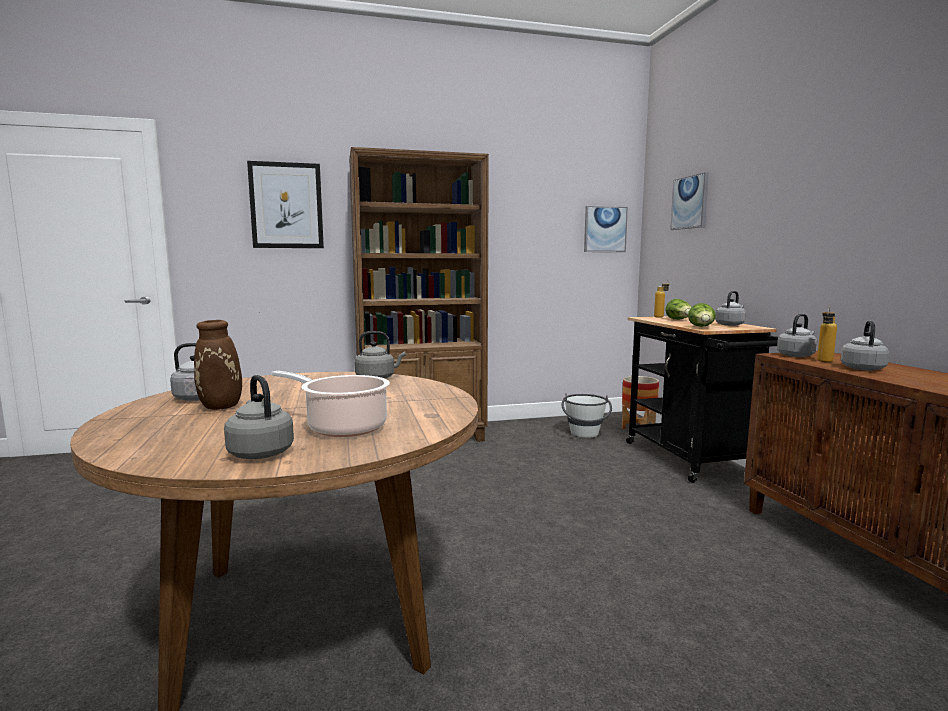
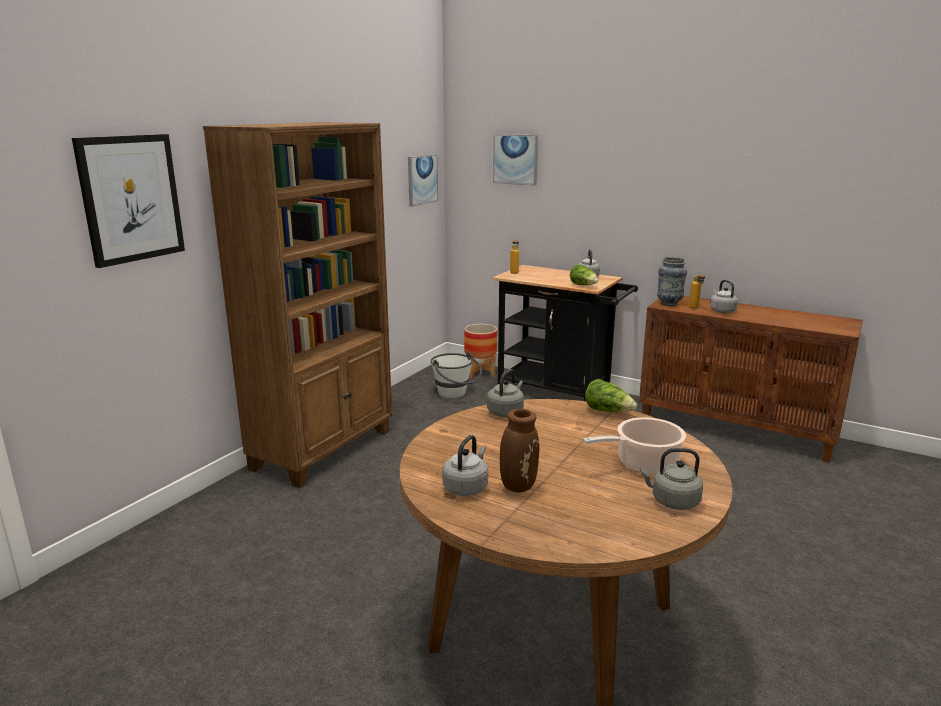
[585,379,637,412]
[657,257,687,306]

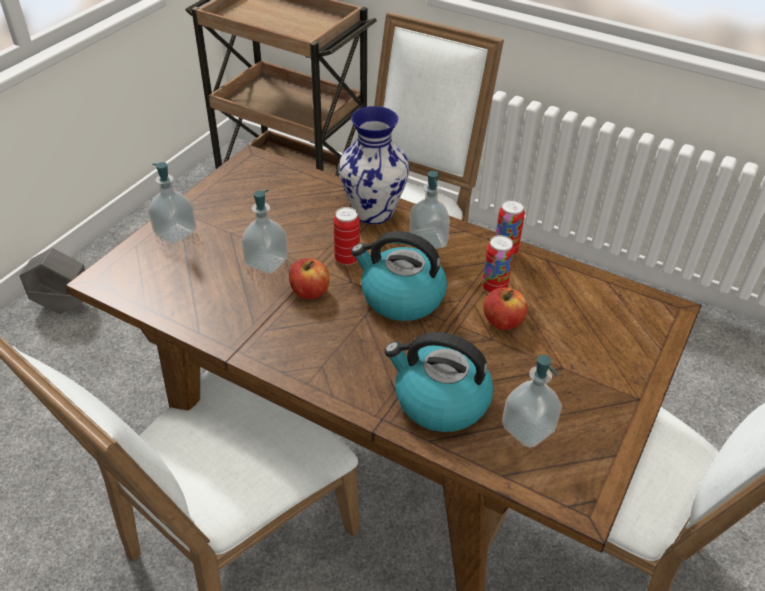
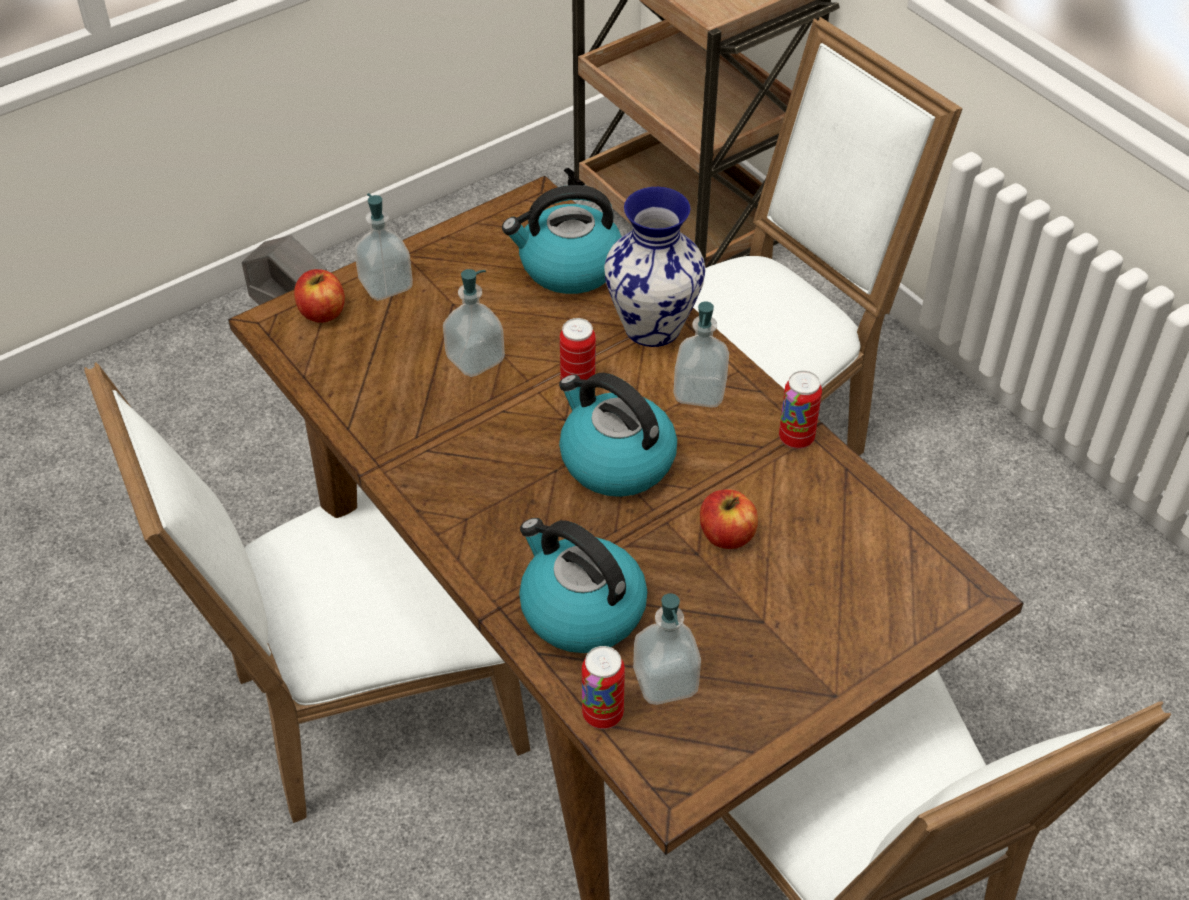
[502,185,622,294]
[294,269,345,323]
[582,646,625,729]

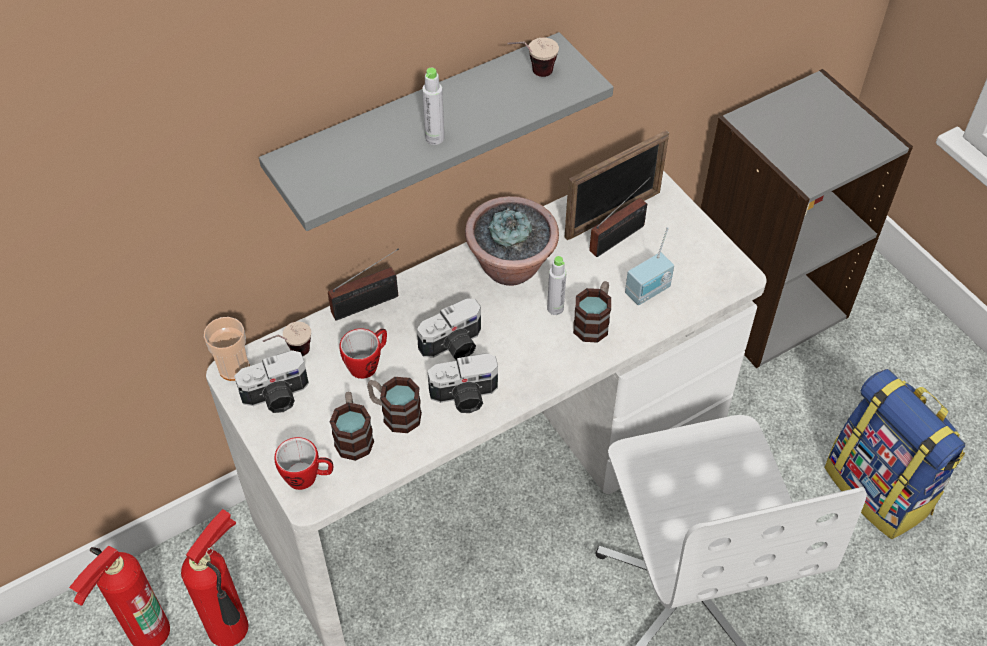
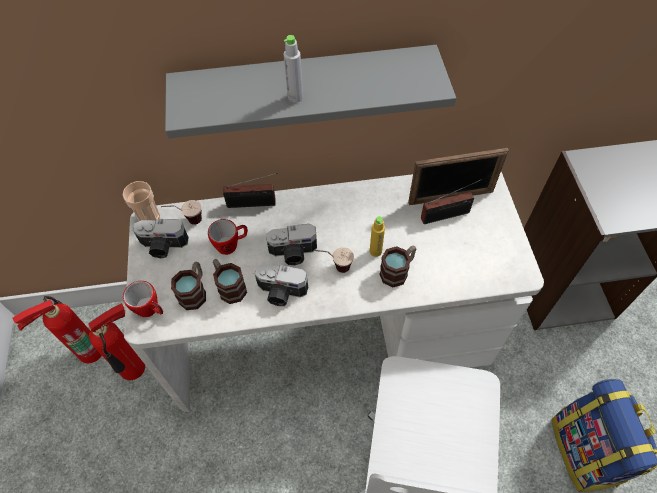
[465,196,559,286] (first image)
[625,227,674,305] (first image)
[314,247,354,273]
[370,216,385,257]

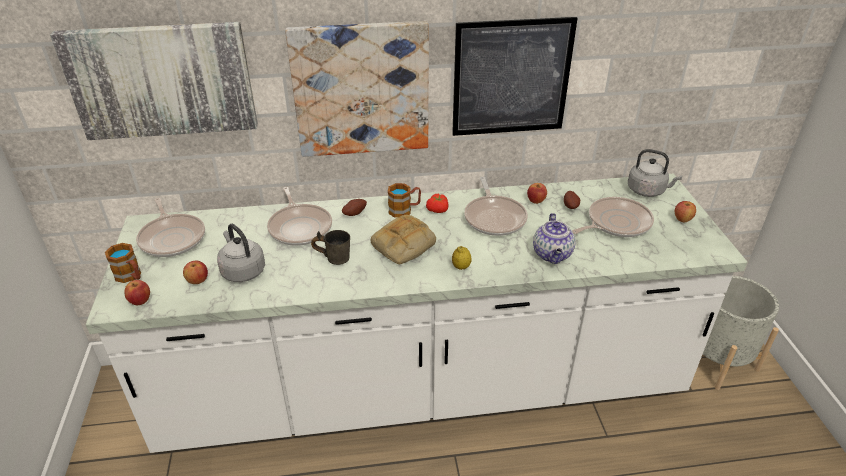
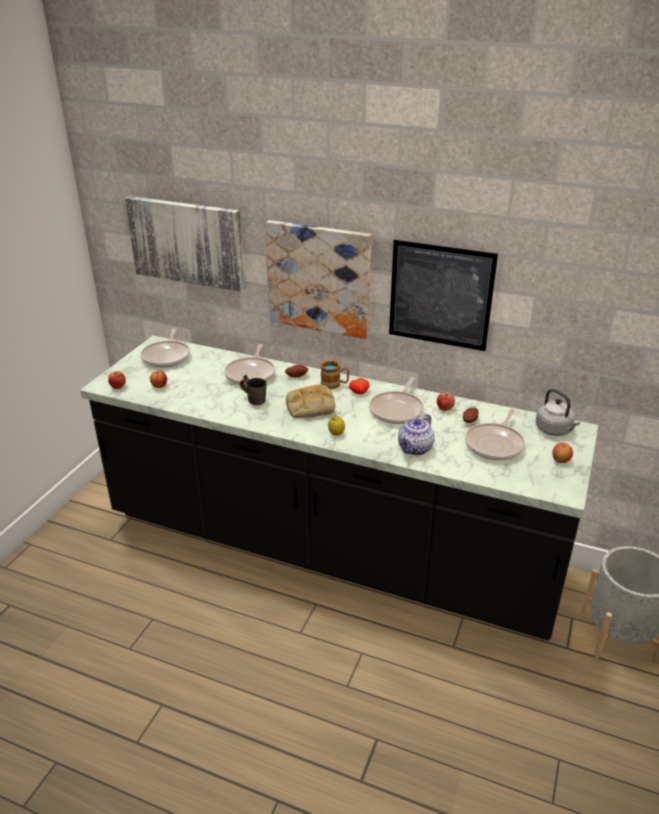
[105,243,141,283] (first image)
[217,224,265,282] (first image)
[80,336,598,641]
[465,409,525,460]

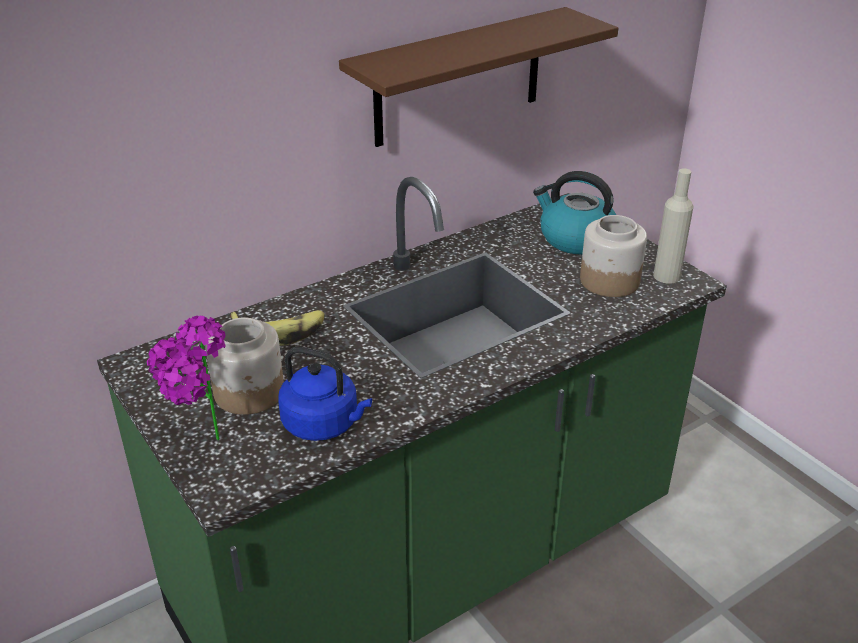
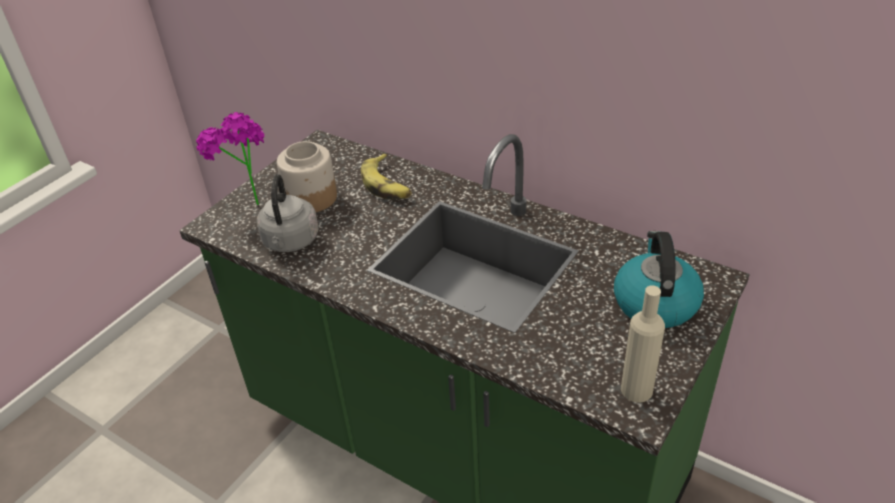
[339,7,618,147] (first image)
[580,215,647,297] (first image)
[257,174,319,252]

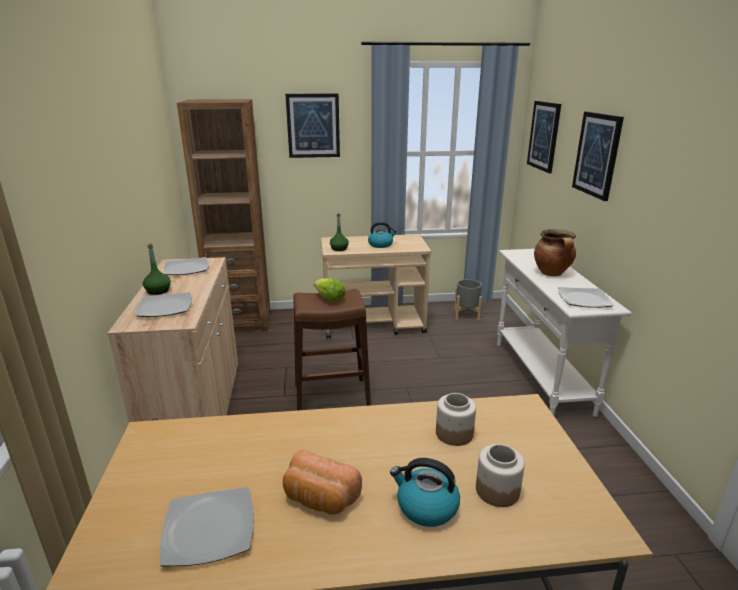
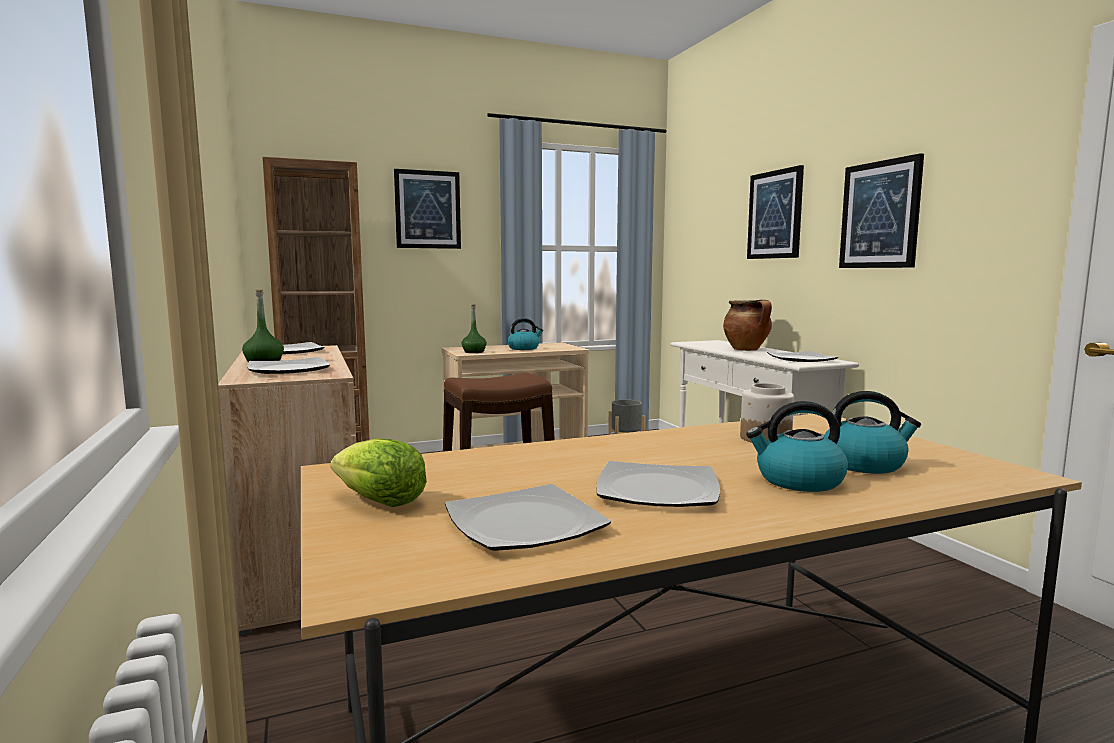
[331,438,427,507]
[839,153,924,268]
[596,461,720,507]
[824,391,921,474]

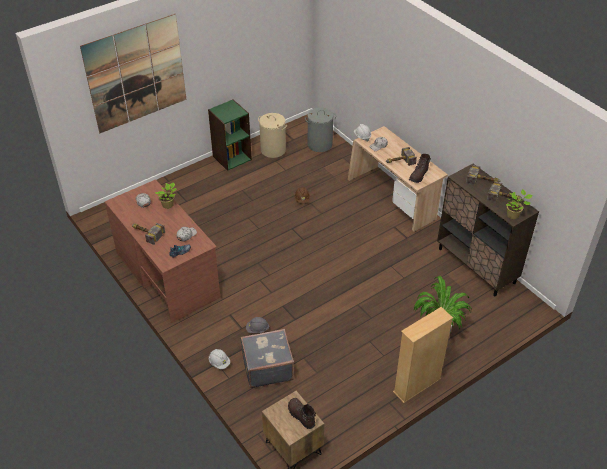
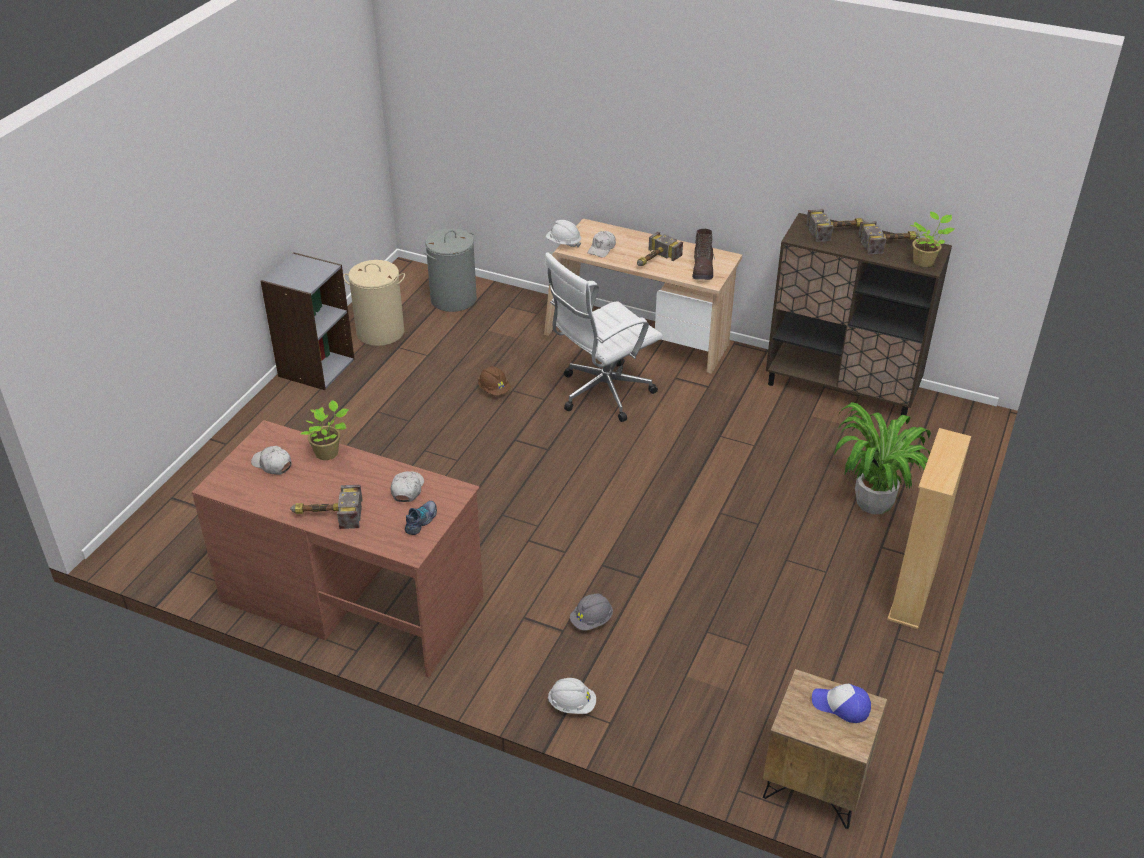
[80,14,186,133] (first image)
[240,329,294,388] (first image)
[544,252,663,422]
[812,684,871,723]
[260,252,355,390]

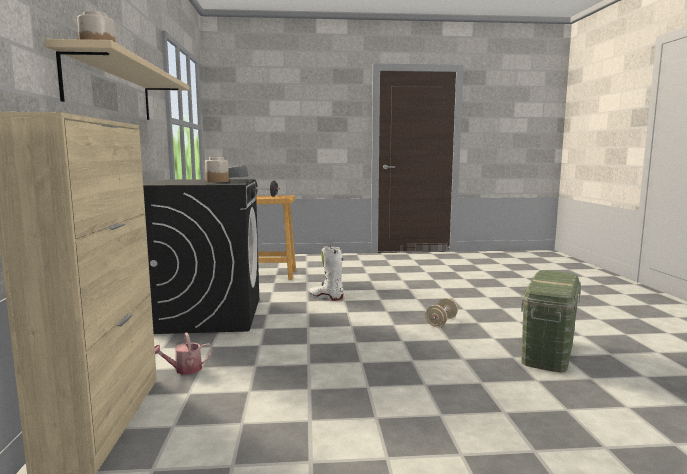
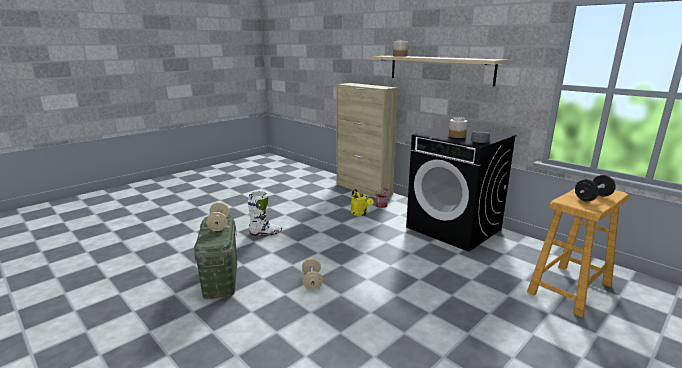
[206,202,229,231]
[351,189,374,216]
[248,191,282,235]

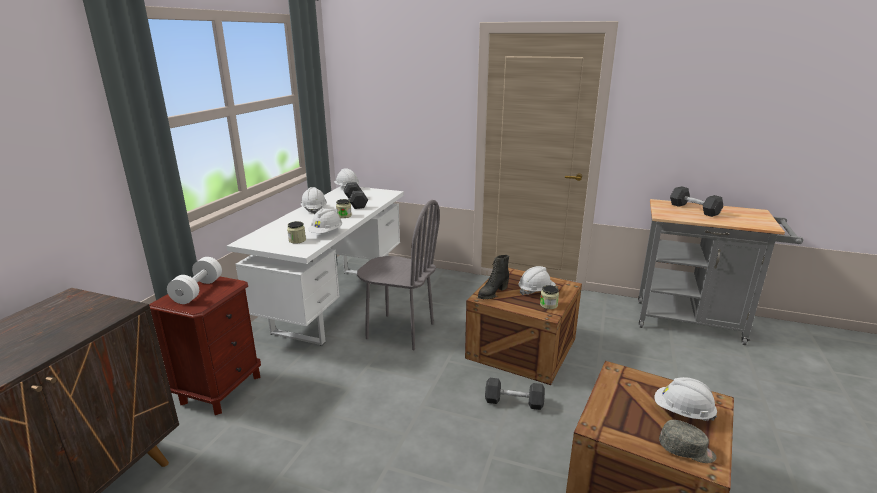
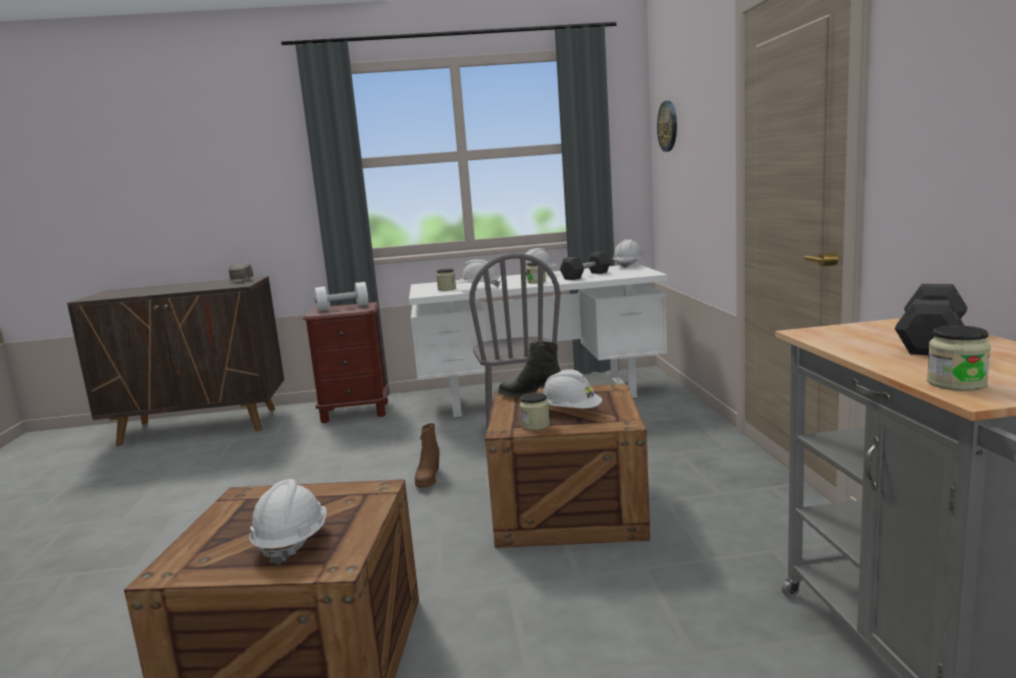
[485,378,545,410] (first image)
[415,423,440,488]
[657,101,677,152]
[927,326,991,391]
[229,263,254,283]

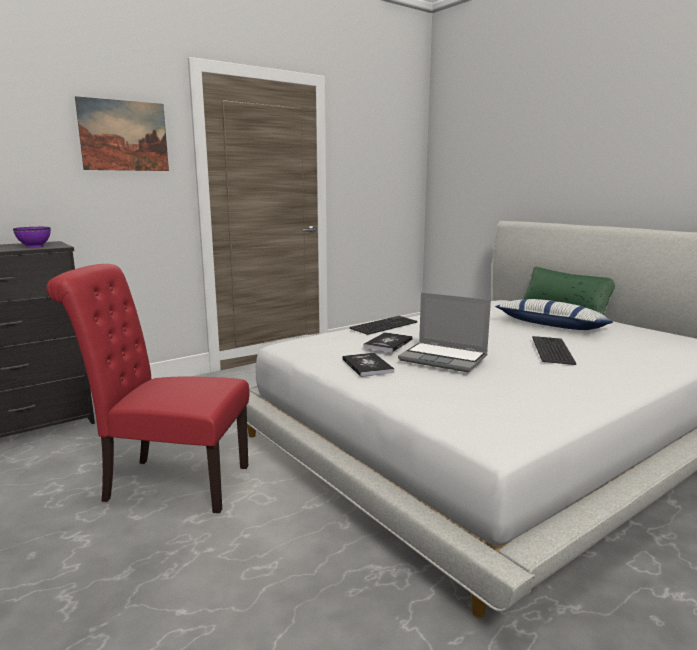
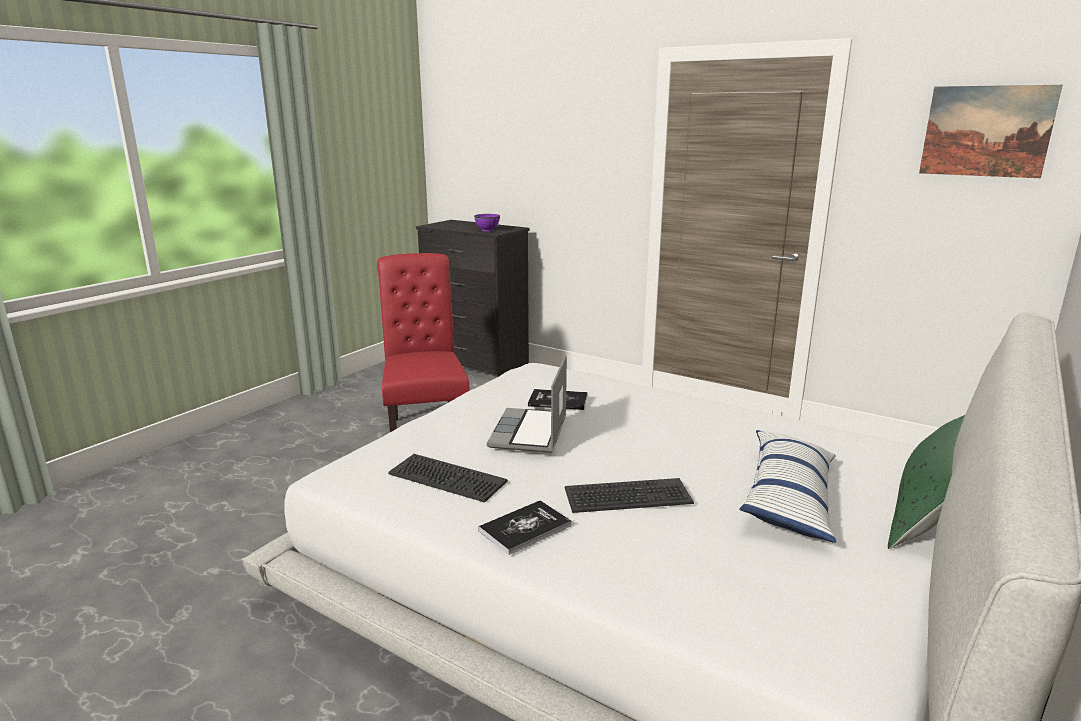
[919,85,1063,178]
[478,500,571,555]
[388,454,508,502]

